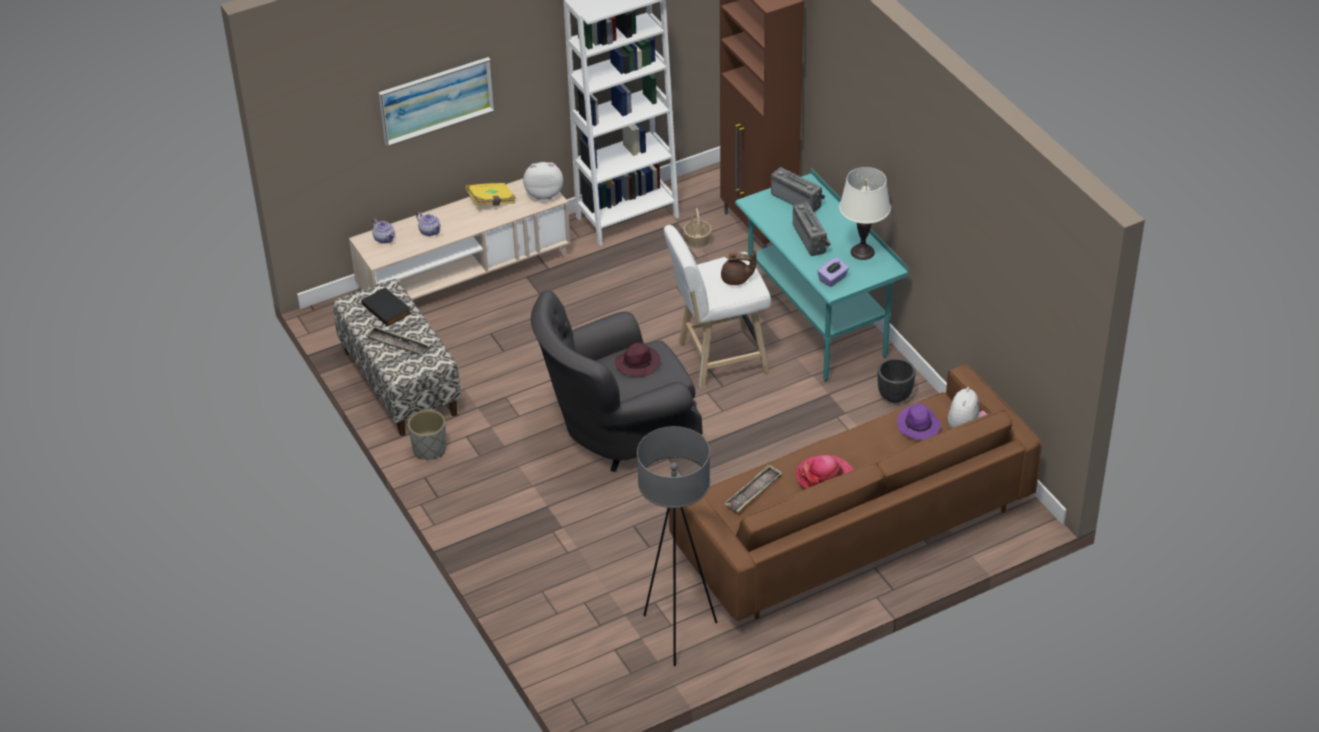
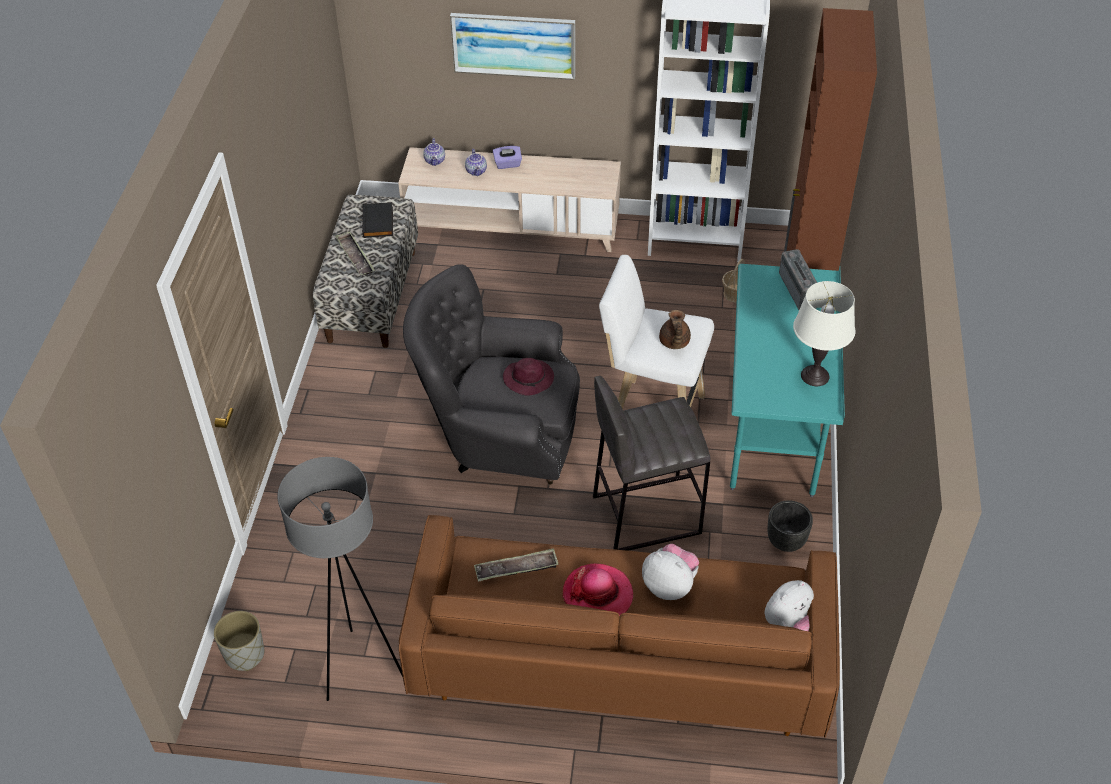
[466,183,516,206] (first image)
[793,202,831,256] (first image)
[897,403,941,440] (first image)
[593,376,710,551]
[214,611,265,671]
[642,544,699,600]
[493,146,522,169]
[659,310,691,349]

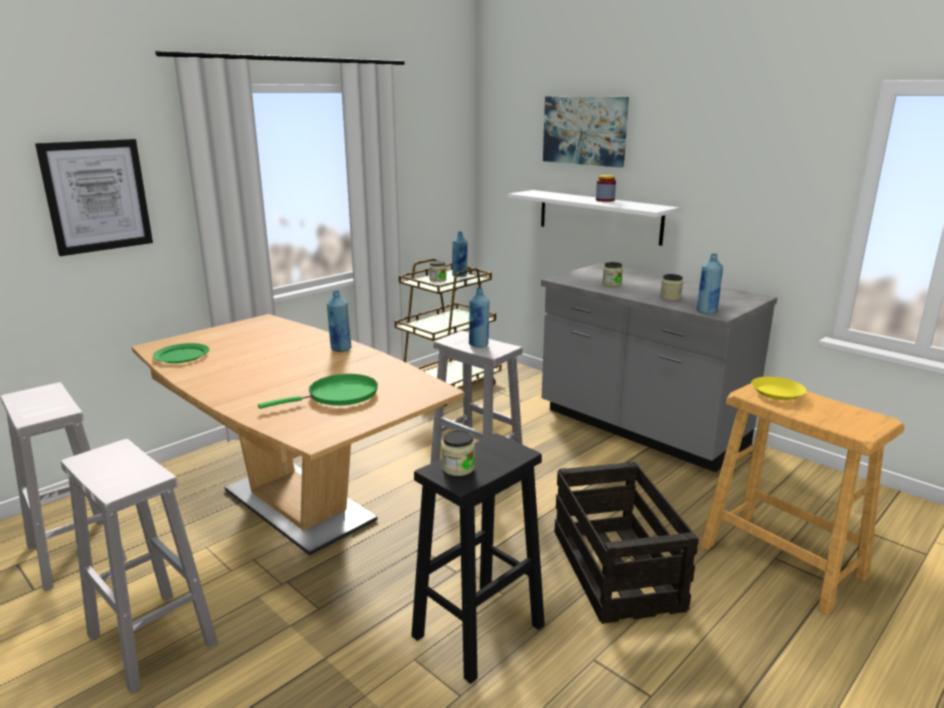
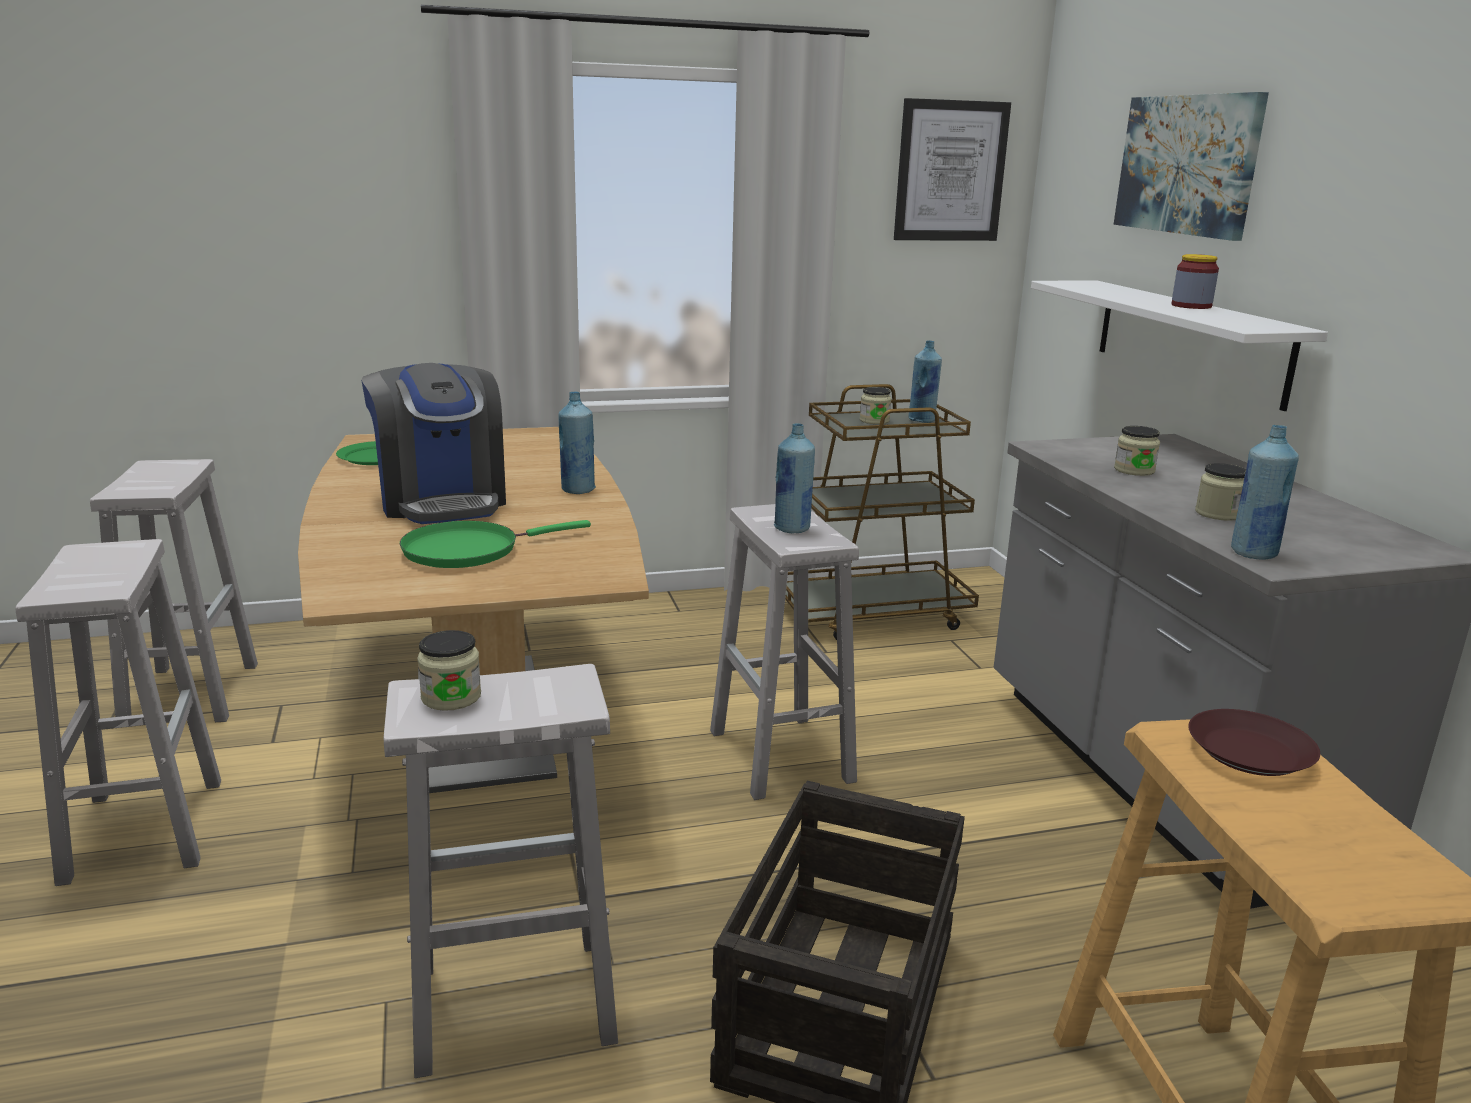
[361,363,506,524]
[894,98,1011,241]
[384,664,618,1078]
[1188,709,1320,776]
[400,520,591,568]

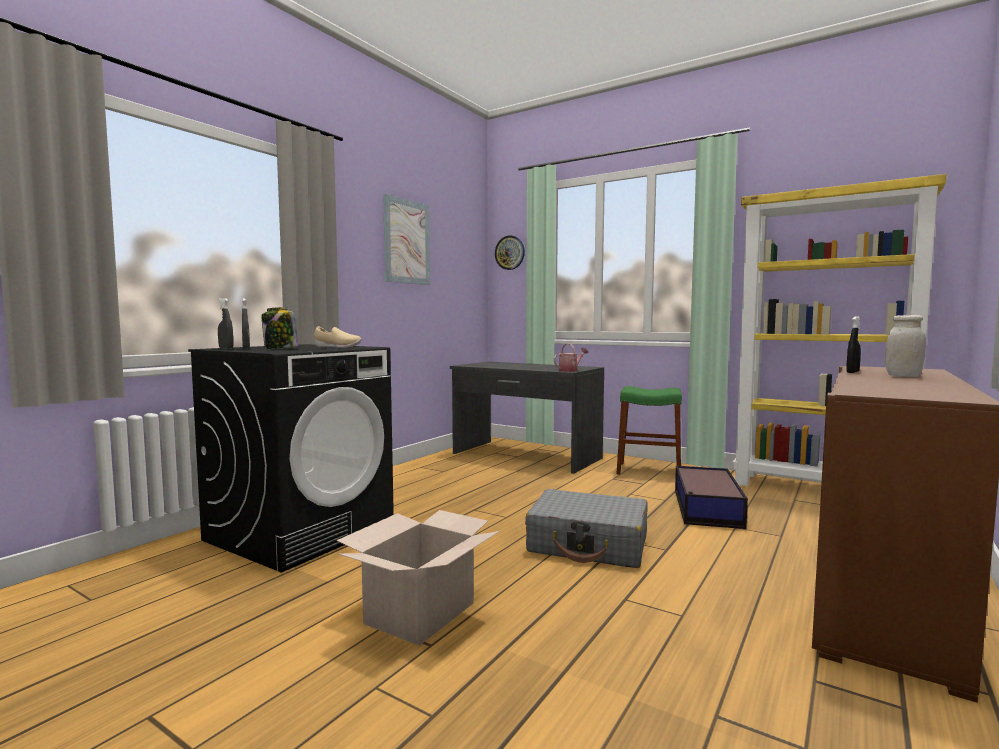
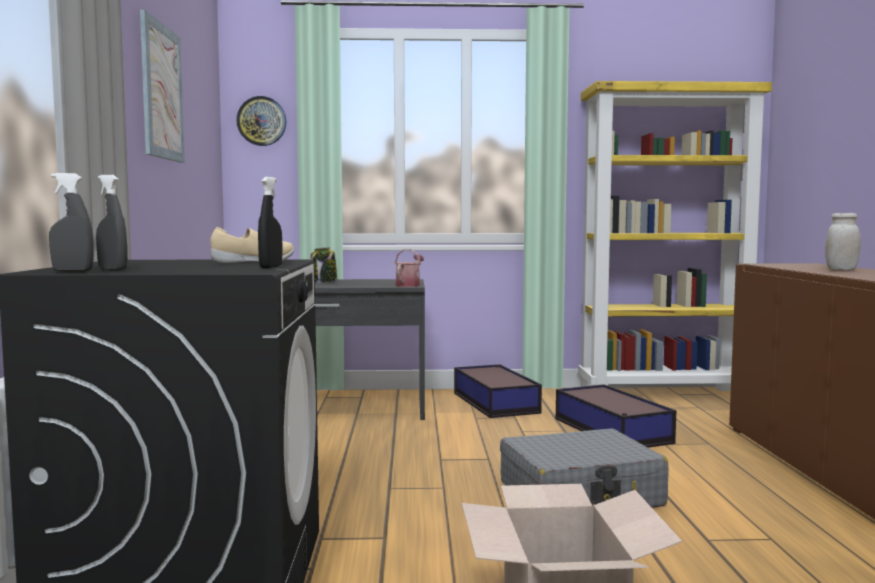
[311,247,337,283]
[258,177,282,268]
[454,364,542,418]

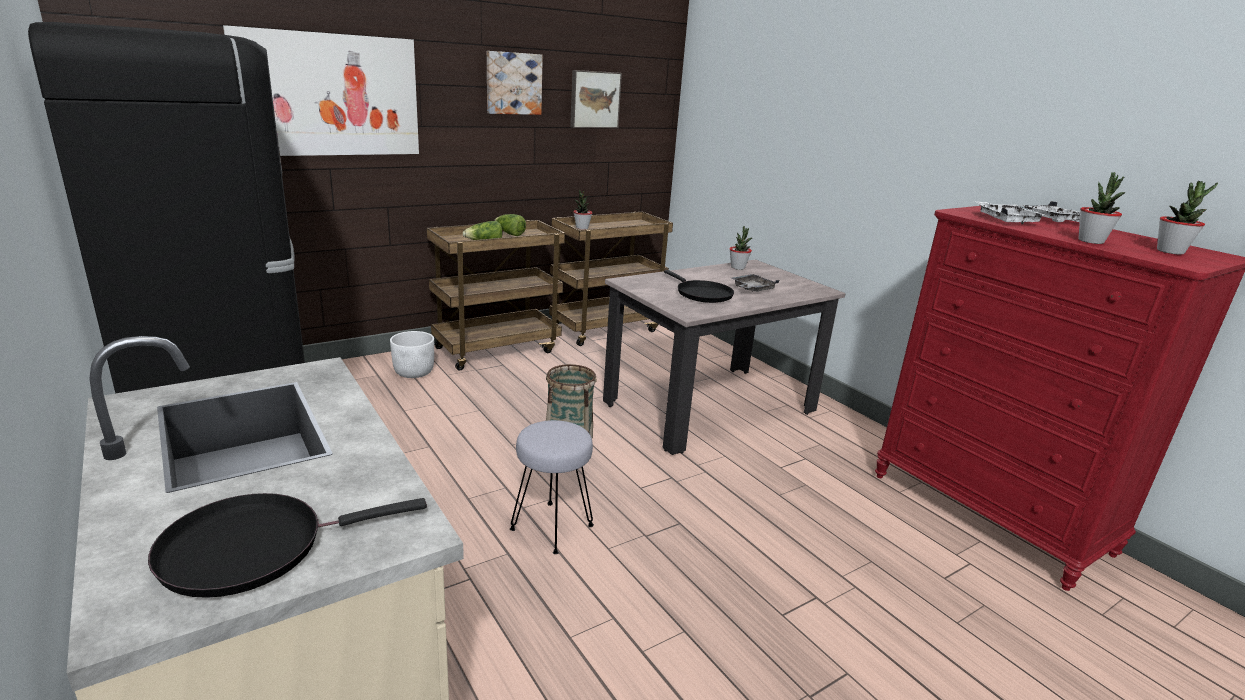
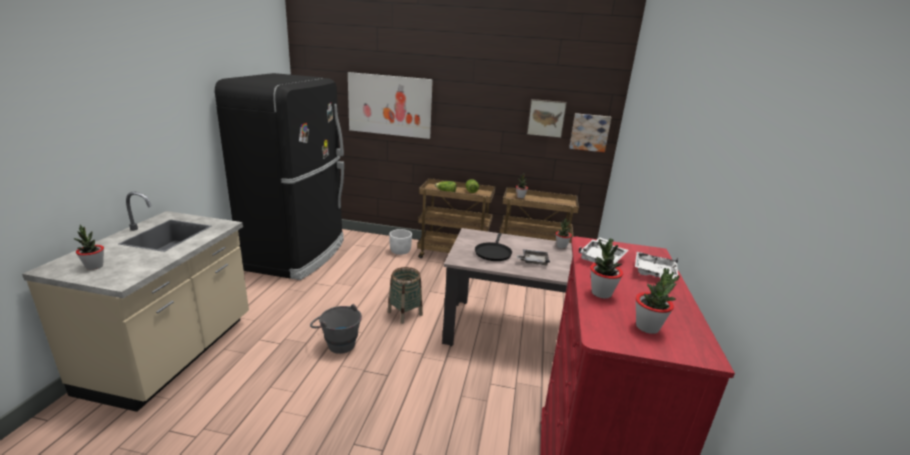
[569,113,612,152]
[73,225,104,270]
[310,304,362,354]

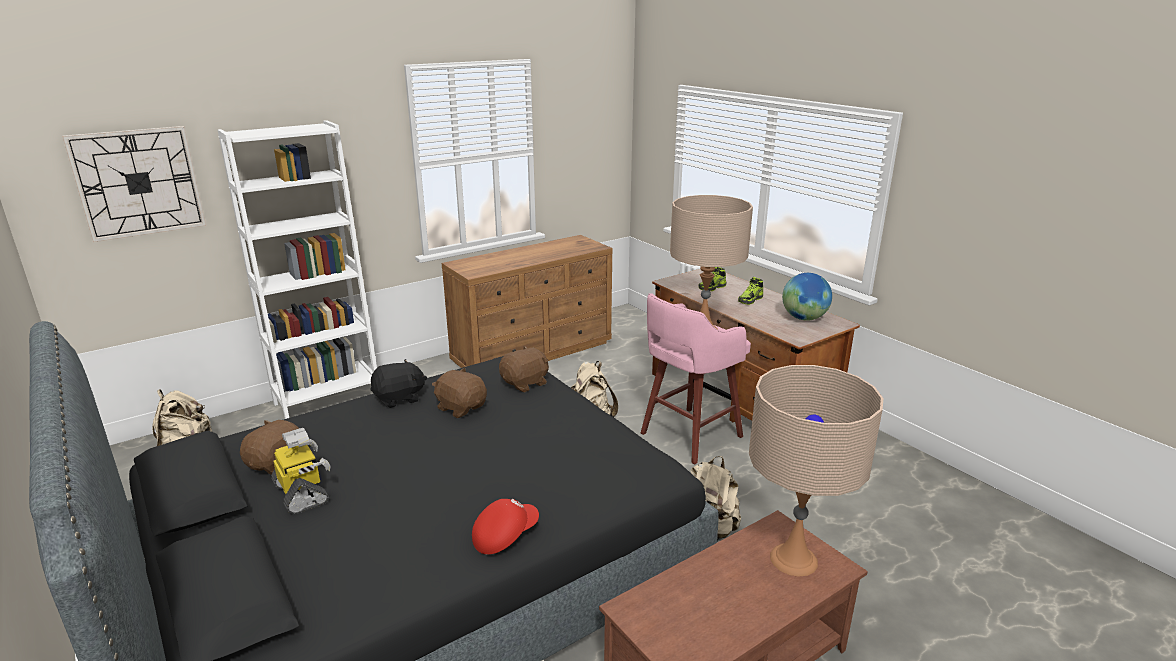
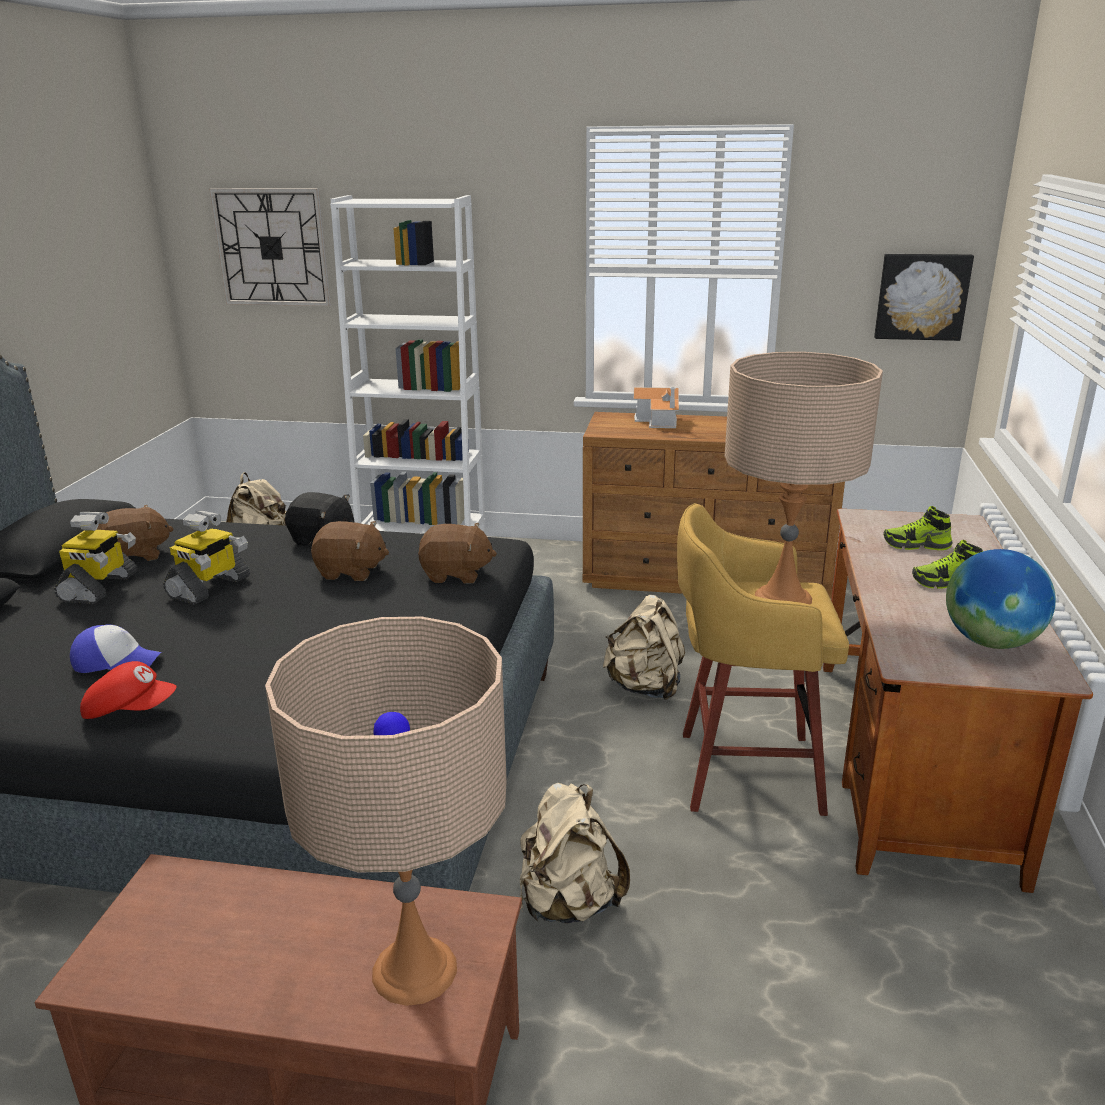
[70,625,162,673]
[163,511,250,605]
[633,387,679,428]
[874,254,974,341]
[677,503,849,816]
[311,521,389,581]

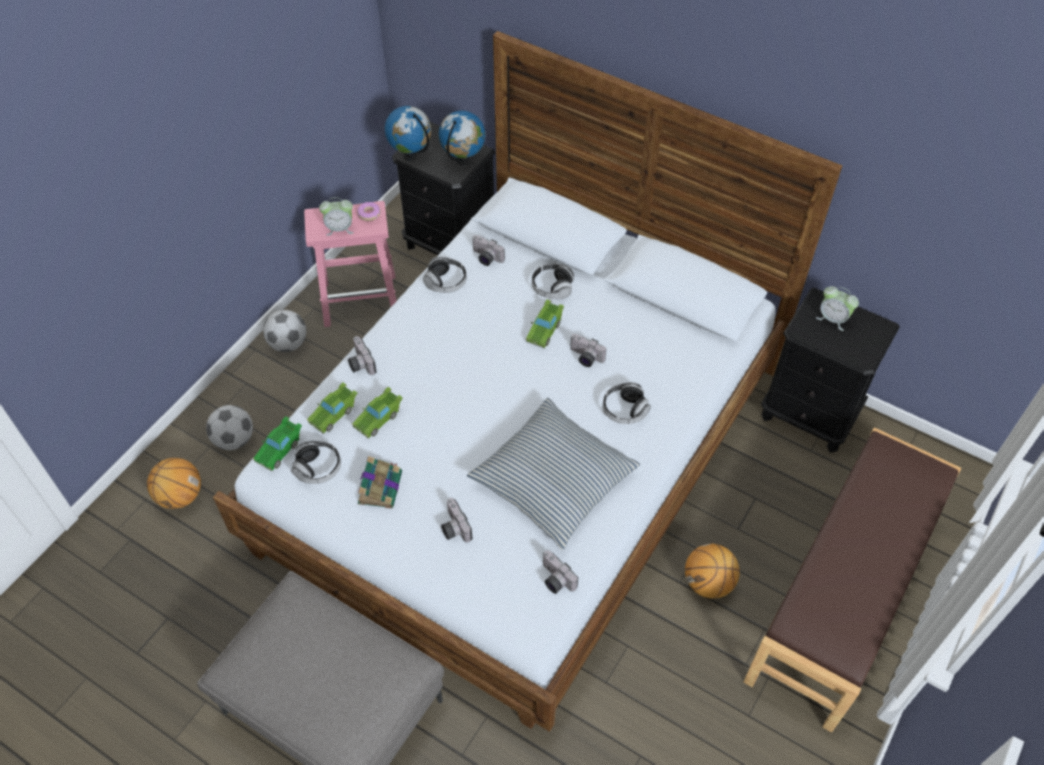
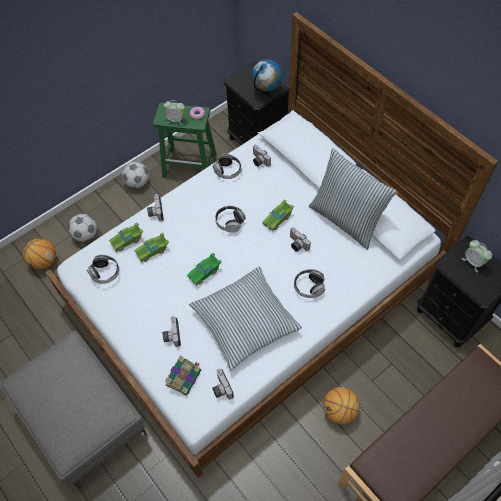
[385,106,431,161] (first image)
[309,148,397,250]
[187,253,222,286]
[165,355,201,395]
[215,206,246,233]
[153,103,217,178]

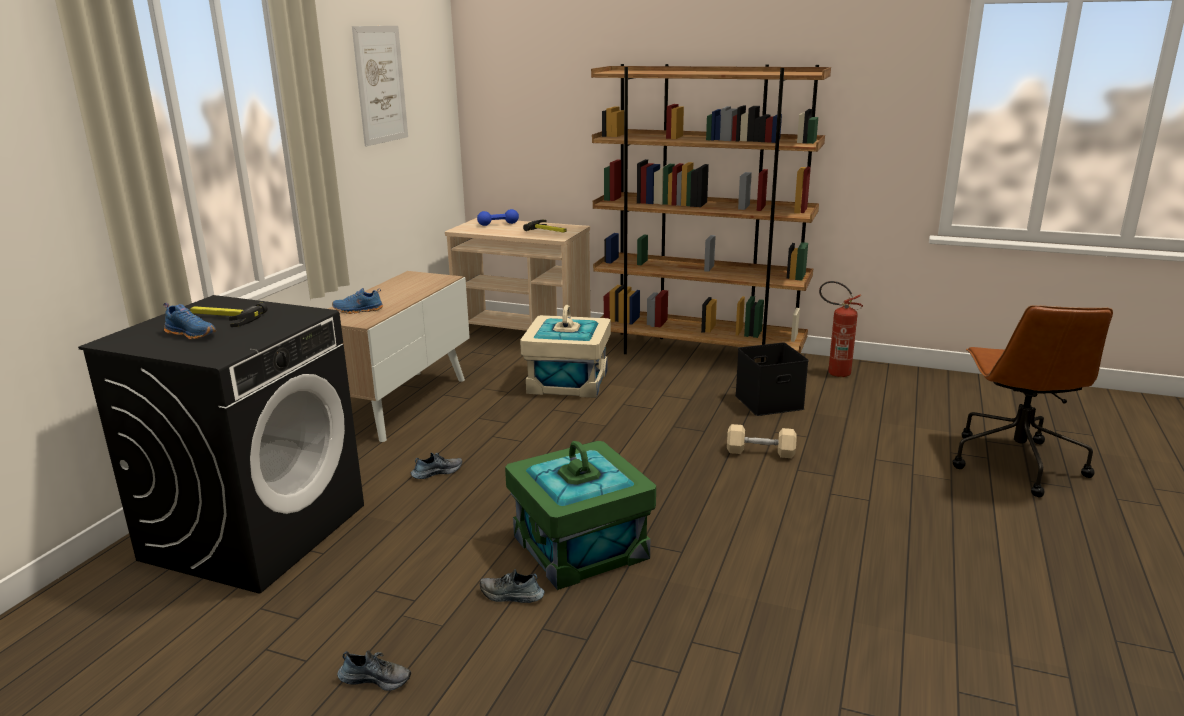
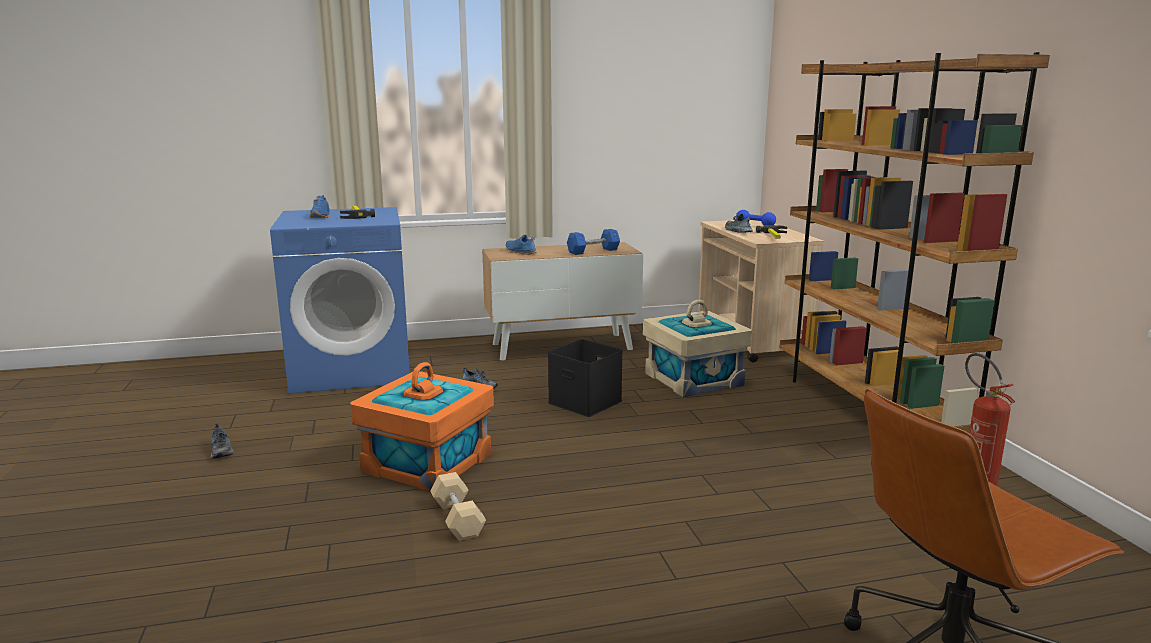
[352,26,408,146] (first image)
[567,229,620,255]
[725,214,753,233]
[430,472,486,541]
[548,339,623,417]
[270,207,410,394]
[351,362,494,492]

